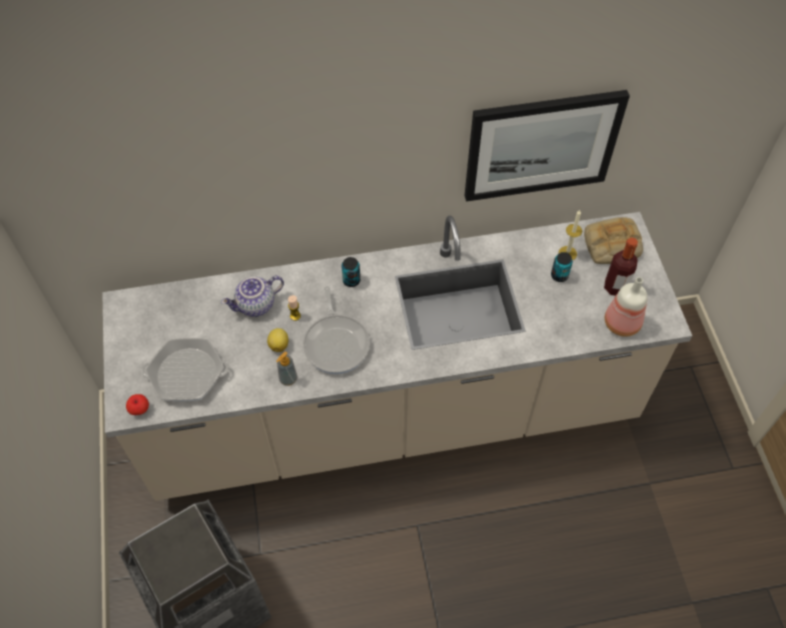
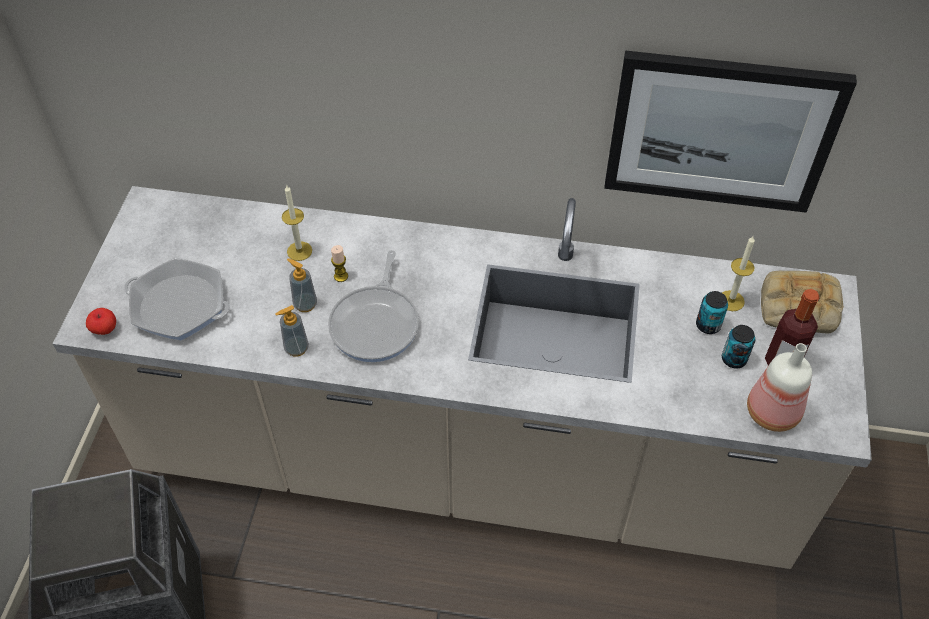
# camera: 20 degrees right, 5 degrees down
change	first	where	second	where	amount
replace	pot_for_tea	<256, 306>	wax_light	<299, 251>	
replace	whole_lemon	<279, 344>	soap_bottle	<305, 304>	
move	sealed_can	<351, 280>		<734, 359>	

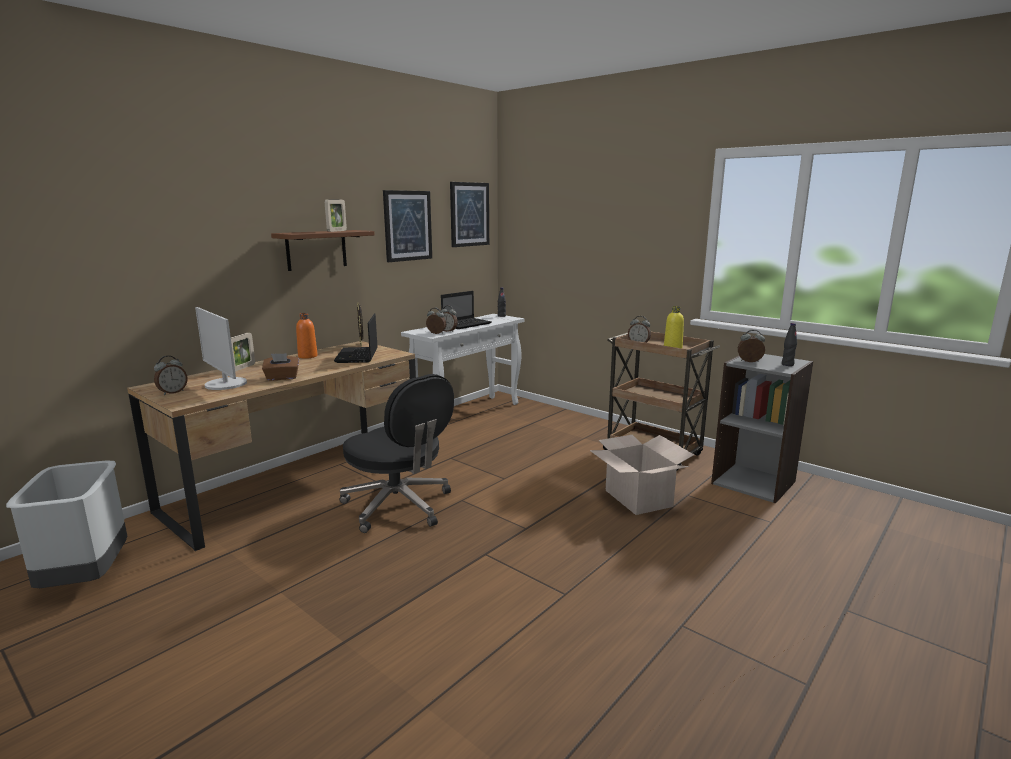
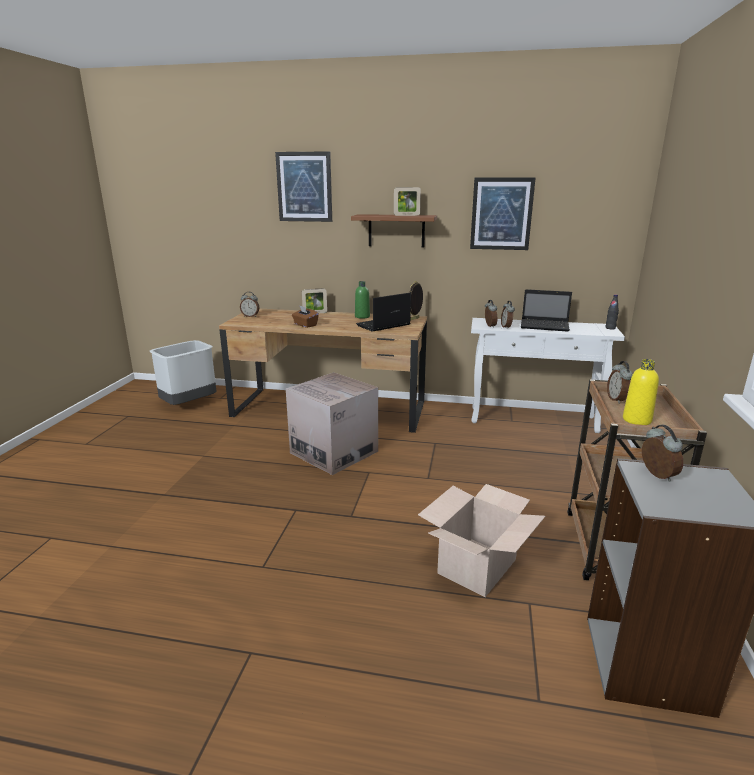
# camera: 60 degrees right, 5 degrees up
change	first	where	second	where	amount
move	picture	<469, 214>		<304, 187>	
replace	blackish_office_chair	<399, 506>	cardboard_box	<334, 452>	
recolor	orange_drink_bottle	<307, 356>	greenish_drink_bottle	<362, 316>	
delete	computer_screen	<225, 384>			
delete	blackish_drink_bottle	<787, 364>			

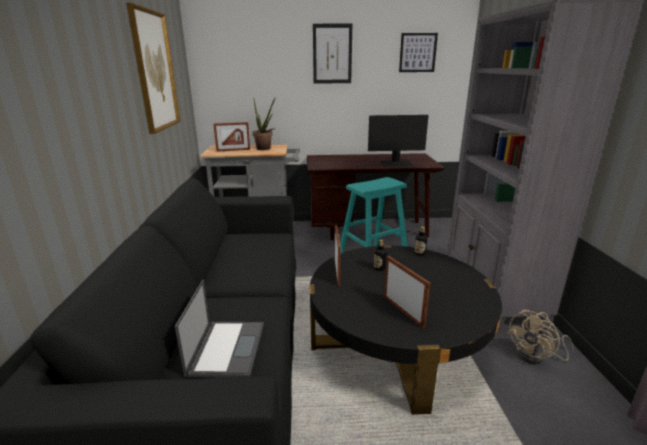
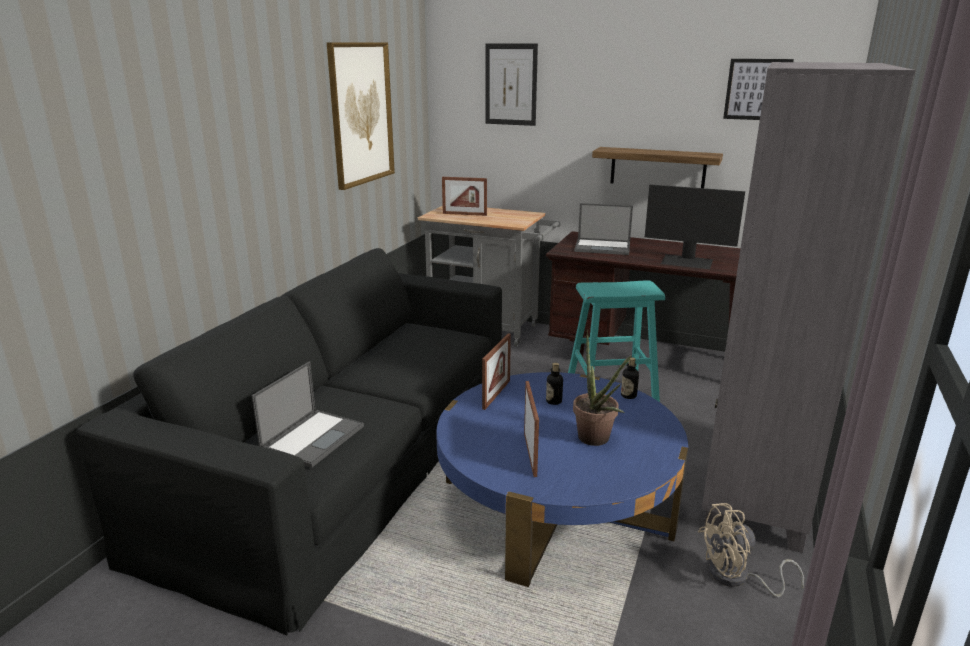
# camera: 25 degrees right, 0 degrees up
change	first	where	second	where	amount
recolor	blackish_lounge_table	<396, 342>	bluish_lounge_table	<556, 504>	
move	picture	<332, 54>		<511, 84>	
move	potted_plant	<265, 149>		<596, 441>	
insert			notebook_computer	<603, 247>	
insert			wall_shelf	<657, 168>	

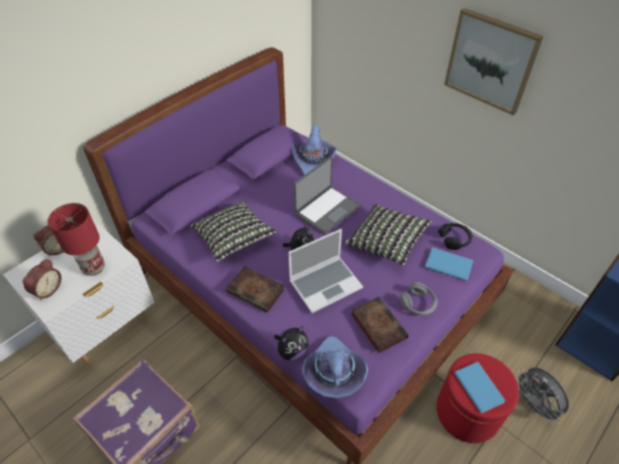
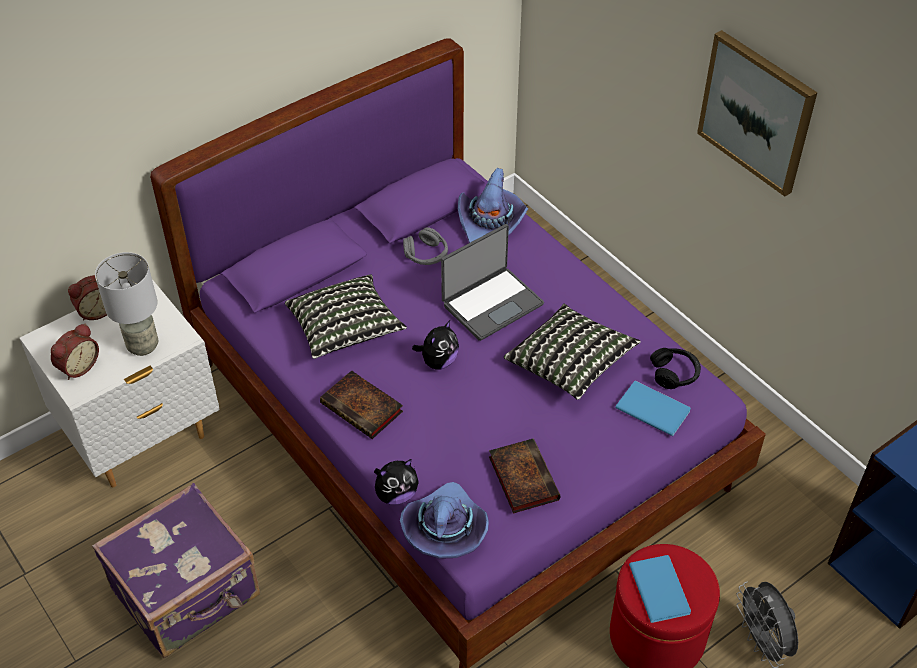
# camera: 10 degrees right, 0 degrees up
change	first	where	second	where	amount
recolor	red_tabletop_lamp	<94, 268>	greyish_tabletop_lamp	<143, 345>	
move	greyish_headphones	<418, 304>		<426, 255>	
delete	notebook_computer	<326, 284>			

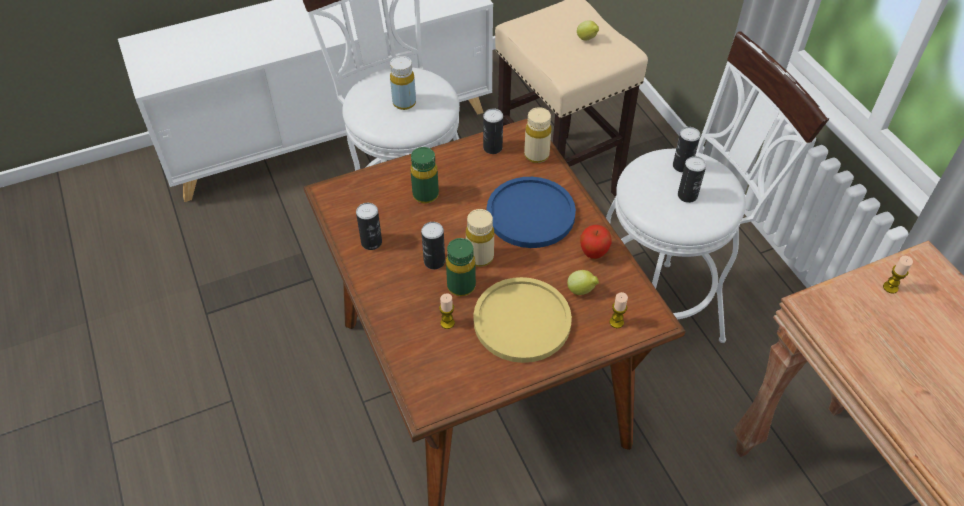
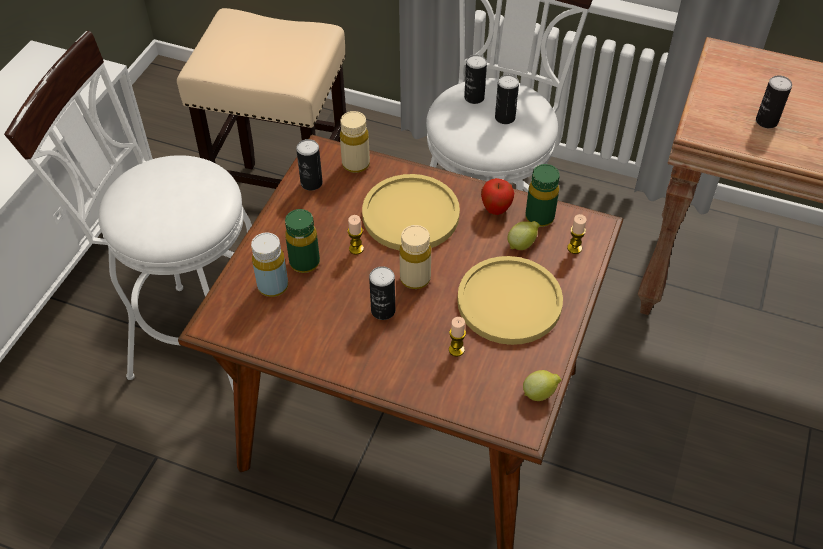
# camera: 45 degrees left, 0 degrees up
change	first	where	second	where	amount
move	yellow-coloured_drink_bottle	<404, 103>		<273, 286>	
move	wax_light	<890, 287>		<356, 249>	
recolor	bluish_flat_dish	<530, 214>	yellow-coloured_flat_dish	<410, 214>	
move	whole_lemon	<587, 39>		<540, 394>	
move	greenish_drink_bottle	<461, 286>		<539, 217>	
move	sealed_can	<371, 242>		<766, 121>	

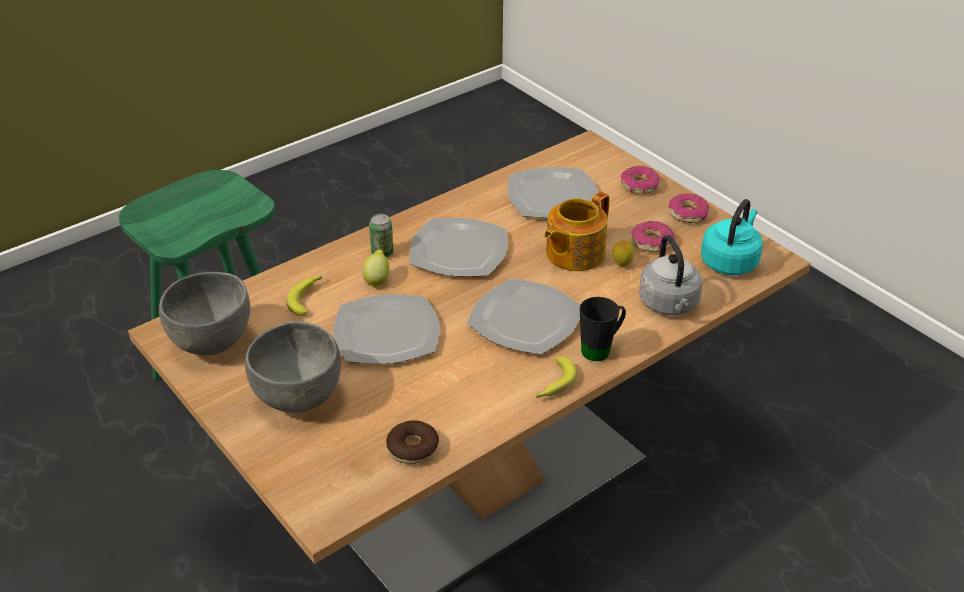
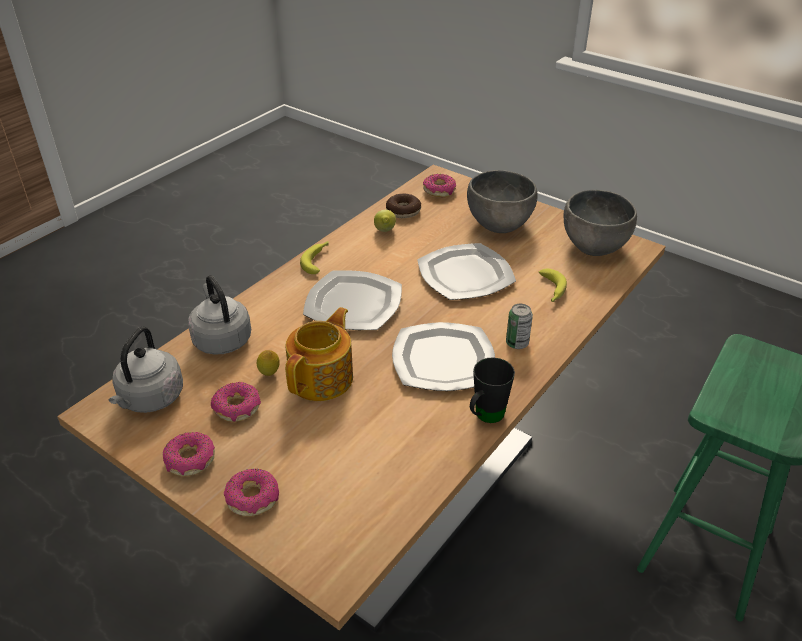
# camera: 165 degrees right, 0 degrees up
change	first	where	second	where	amount
recolor	turquoise-coloured_water_kettle	<730, 261>	greyish_water_kettle	<150, 399>	
move	whole_lemon	<377, 280>		<385, 231>	
insert			ring_doughnut	<439, 190>	
move	blackish_tea_mug	<601, 349>		<485, 417>	
delete	flat_dish	<551, 196>			

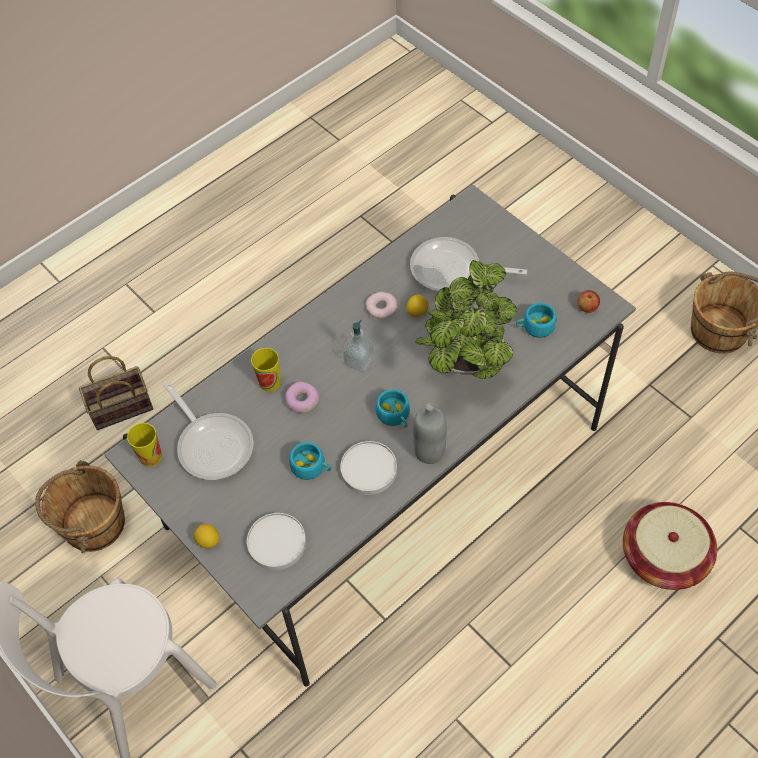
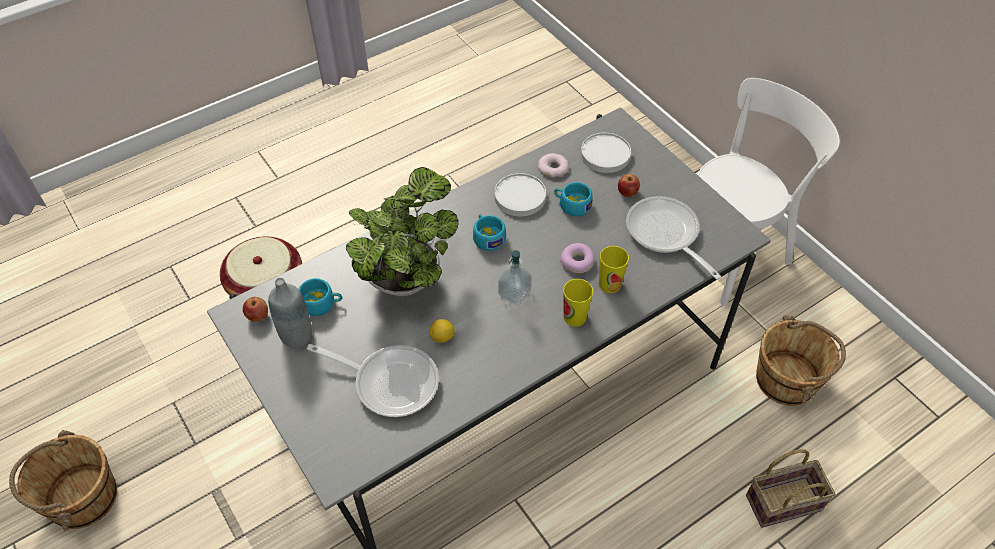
# camera: 175 degrees left, 5 degrees down
change	first	where	second	where	amount
move	greyish_drink_bottle	<429, 452>		<296, 336>	
move	ring_doughnut	<381, 307>		<553, 168>	
move	cup	<150, 456>		<575, 317>	
insert			whole_apple	<627, 193>	
delete	whole_lemon	<208, 541>			

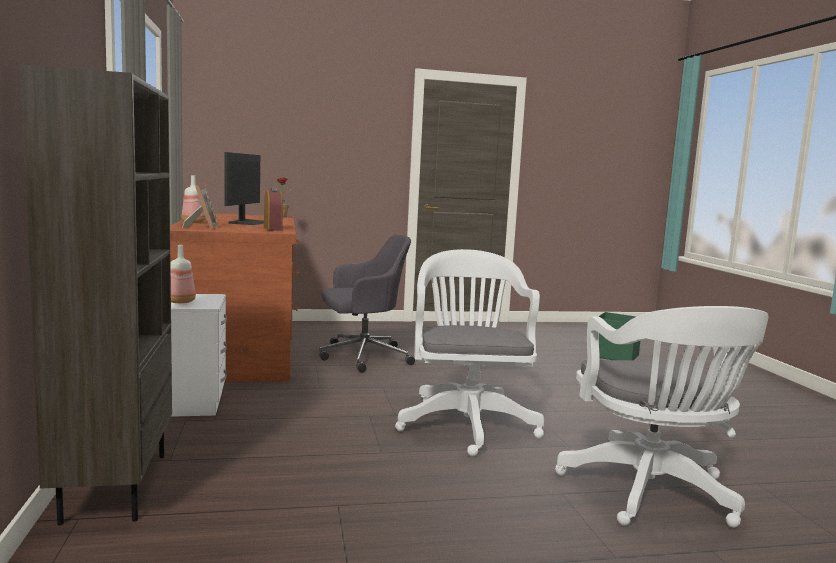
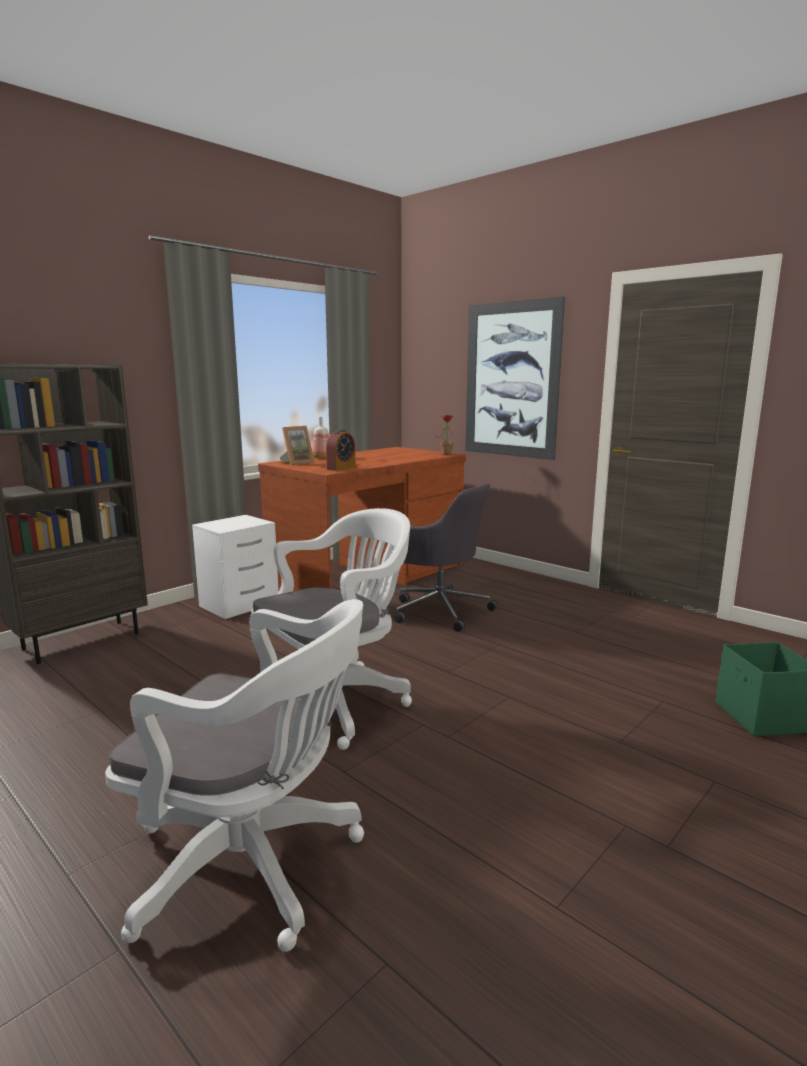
# camera: 55 degrees right, 5 degrees up
change	first	where	second	where	amount
rotate	white_office_chair	<652, 494>		<255, 864>	120 degrees counterclockwise
insert			picture	<511, 380>	
delete	drink_bottle	<181, 302>			
delete	computer_screen	<248, 222>			

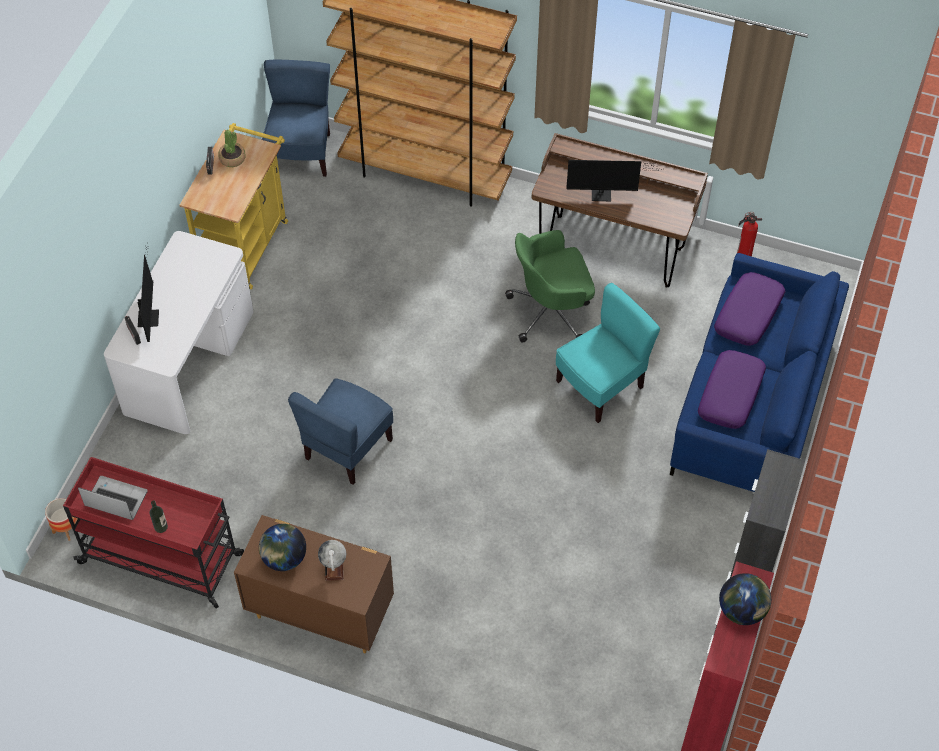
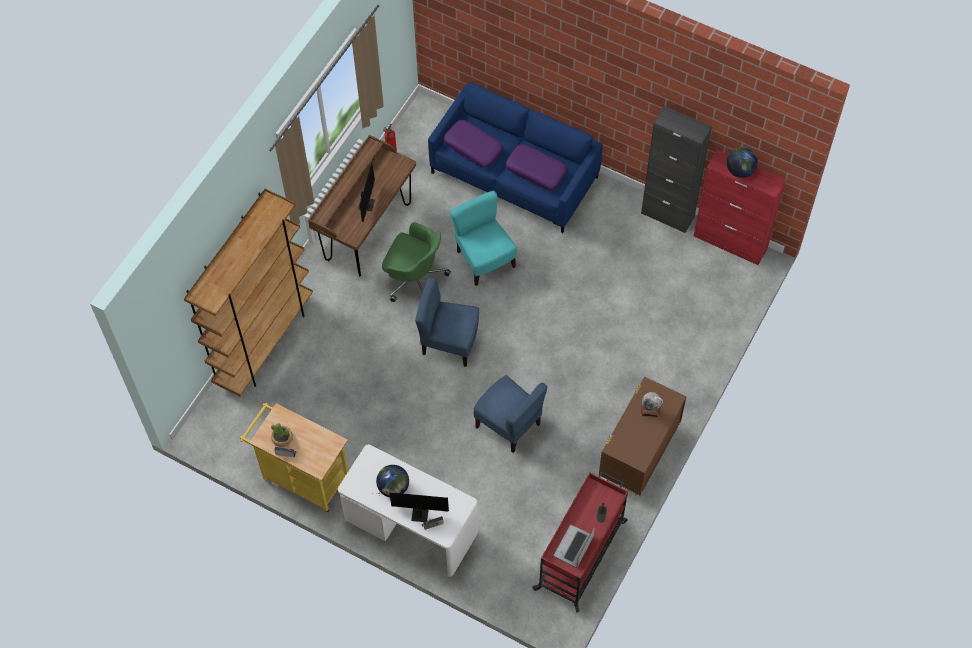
# camera: 80 degrees left, 5 degrees up
change	first	where	second	where	amount
move	world_globe	<284, 558>		<393, 487>	
rotate	greenish_office_chair	<551, 311>		<414, 279>	60 degrees counterclockwise
move	bluish_upright_chair	<301, 153>		<449, 342>	
delete	flower_pot	<66, 528>			

